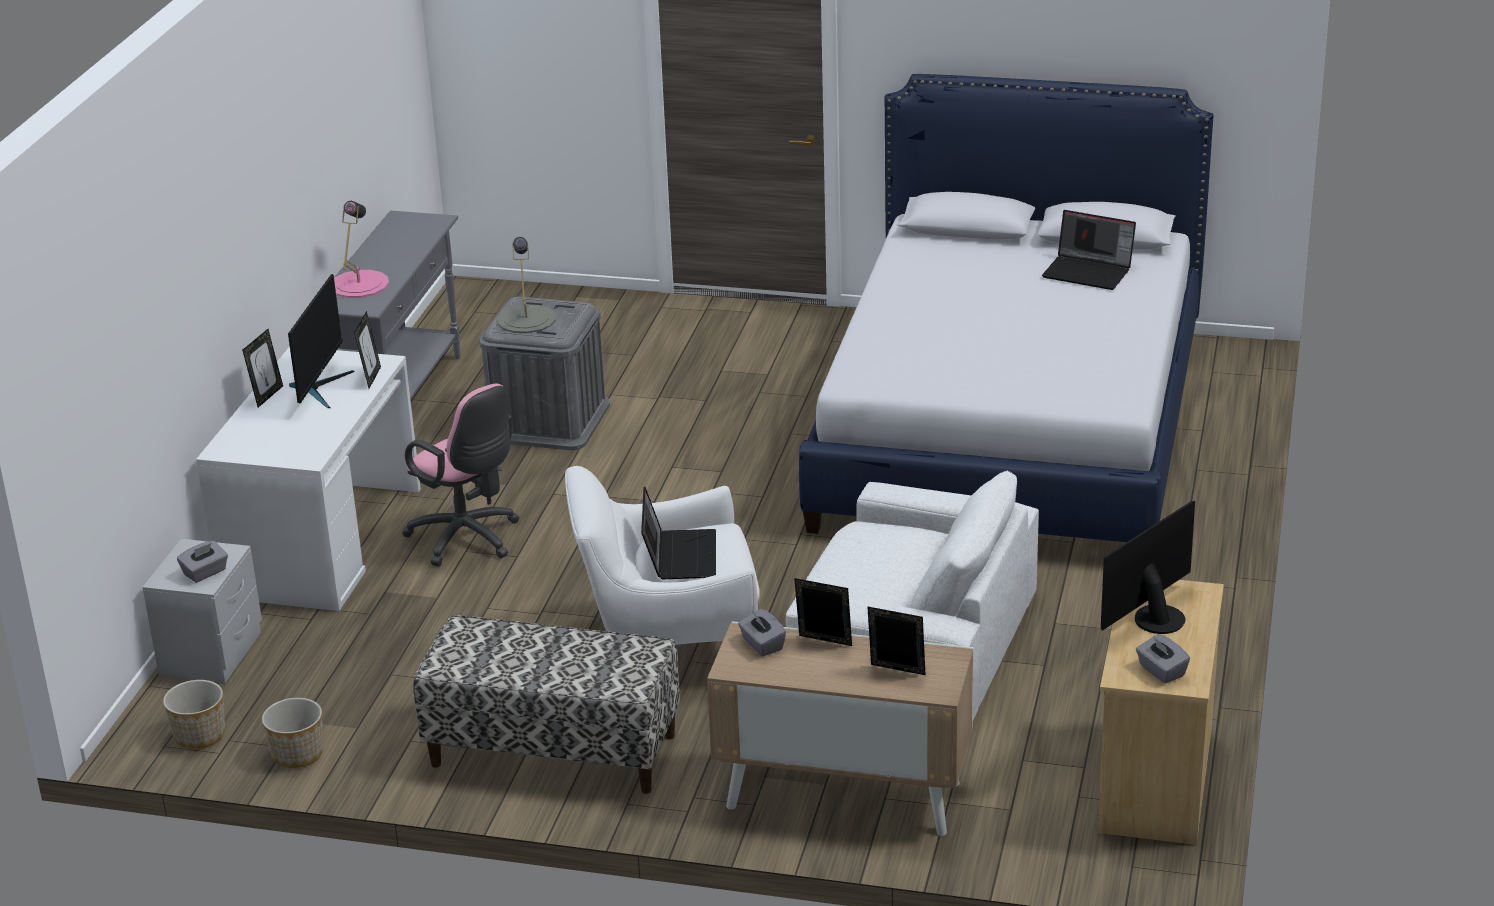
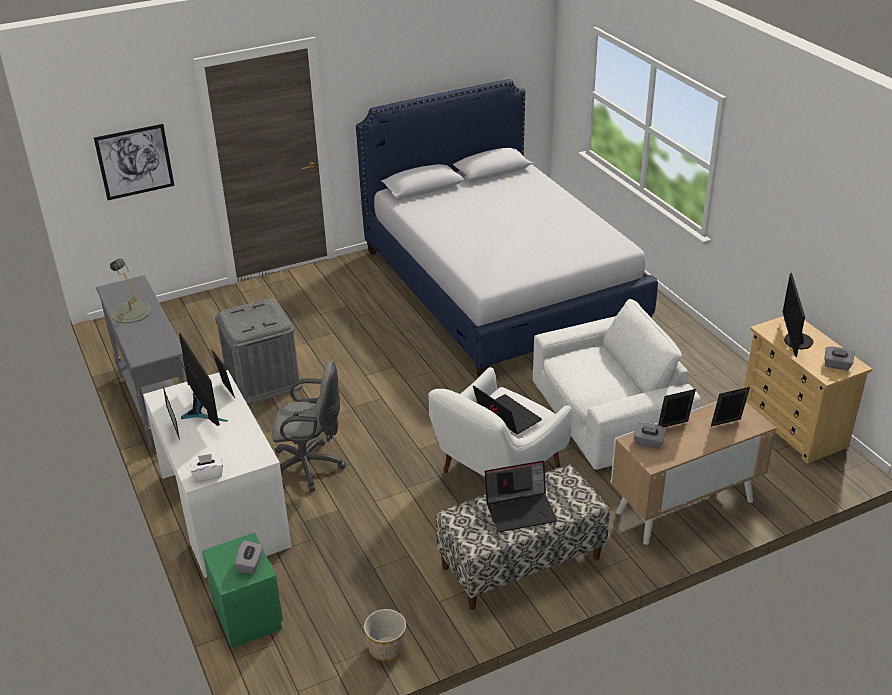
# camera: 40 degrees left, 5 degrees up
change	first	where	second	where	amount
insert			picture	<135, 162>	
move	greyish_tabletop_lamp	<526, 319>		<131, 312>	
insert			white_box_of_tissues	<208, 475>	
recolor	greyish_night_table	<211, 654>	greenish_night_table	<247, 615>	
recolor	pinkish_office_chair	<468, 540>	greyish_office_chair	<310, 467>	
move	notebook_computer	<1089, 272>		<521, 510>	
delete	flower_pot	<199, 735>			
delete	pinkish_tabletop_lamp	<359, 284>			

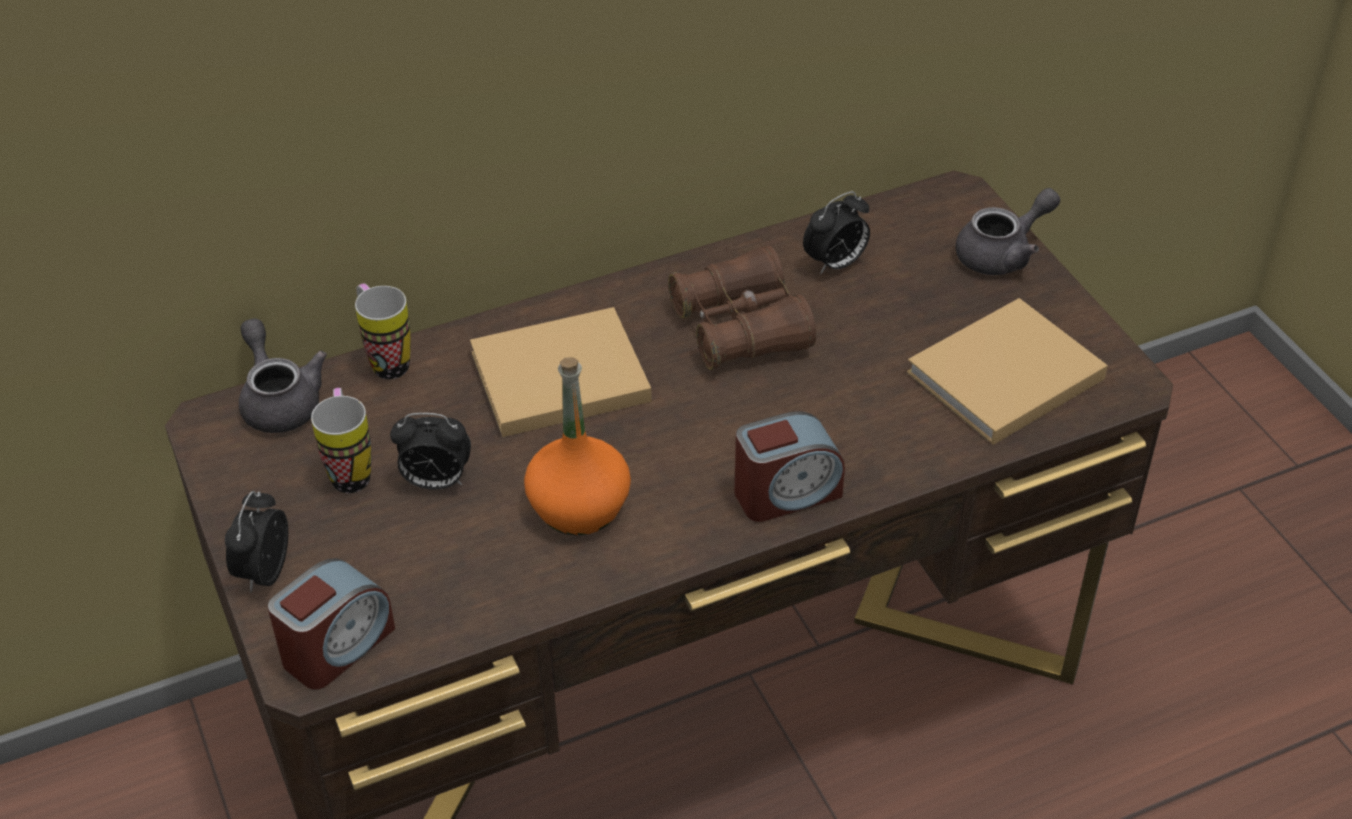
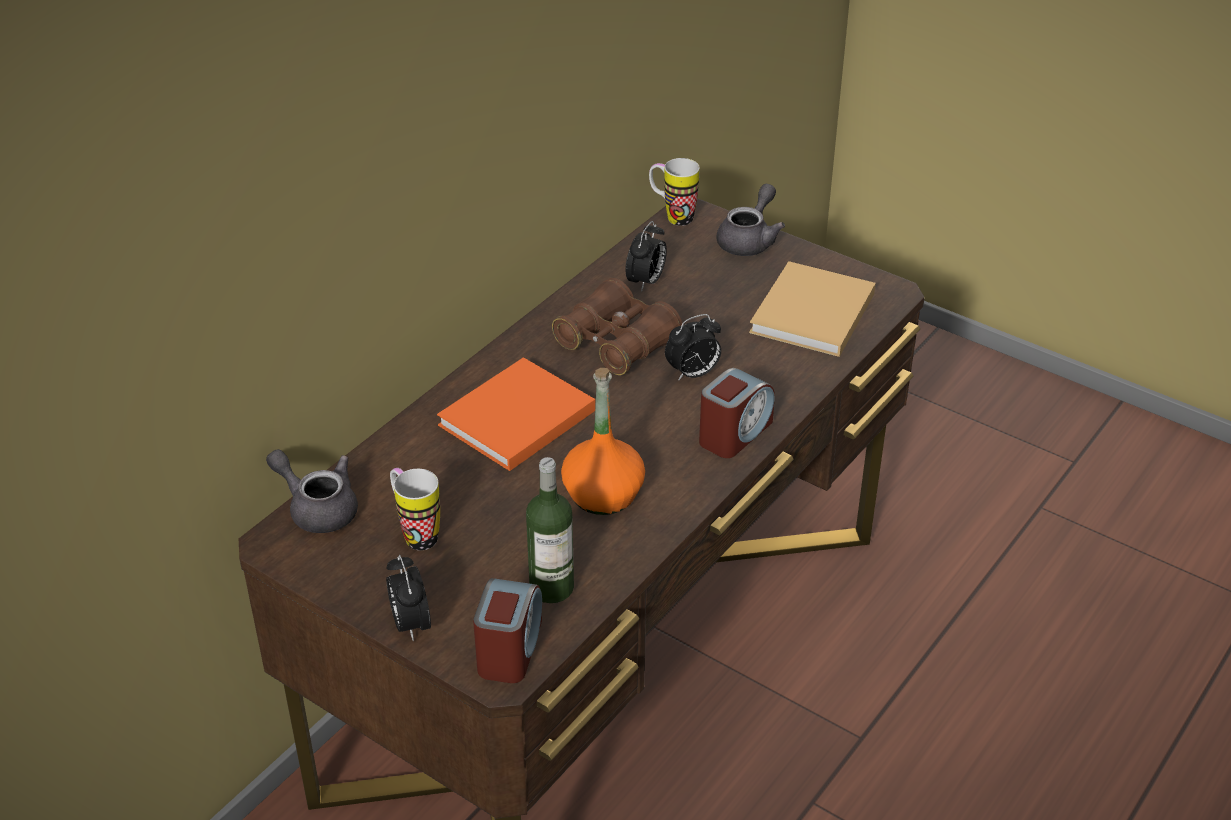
# camera: 30 degrees left, 5 degrees down
change	first	where	second	where	amount
recolor	beige_volume	<554, 378>	orange_volume	<513, 420>	
insert			drink_bottle	<551, 588>	
move	tea_mug	<385, 360>		<672, 216>	
move	bedside_clock	<435, 482>		<693, 374>	

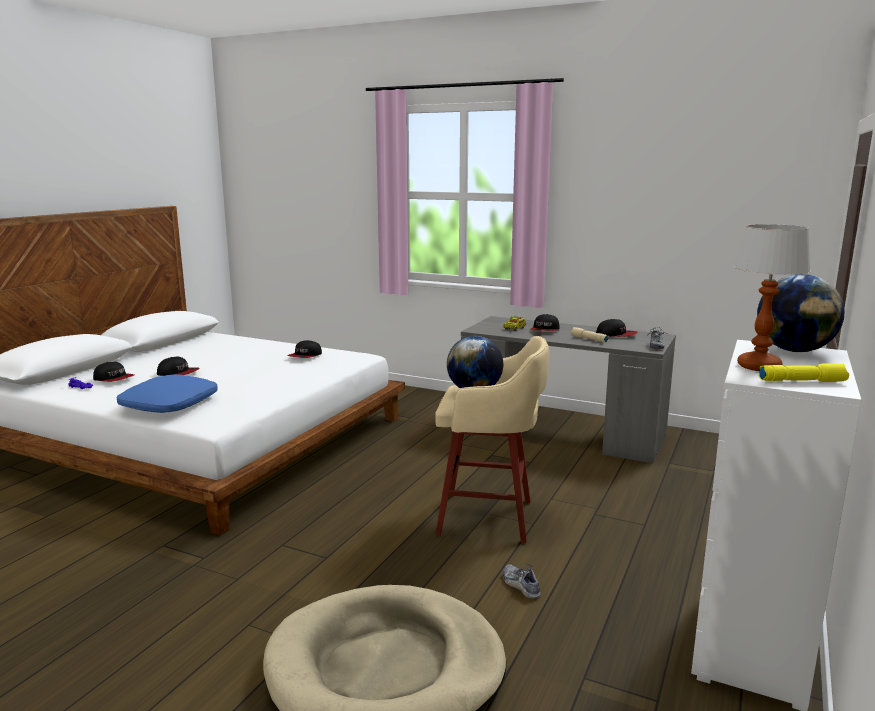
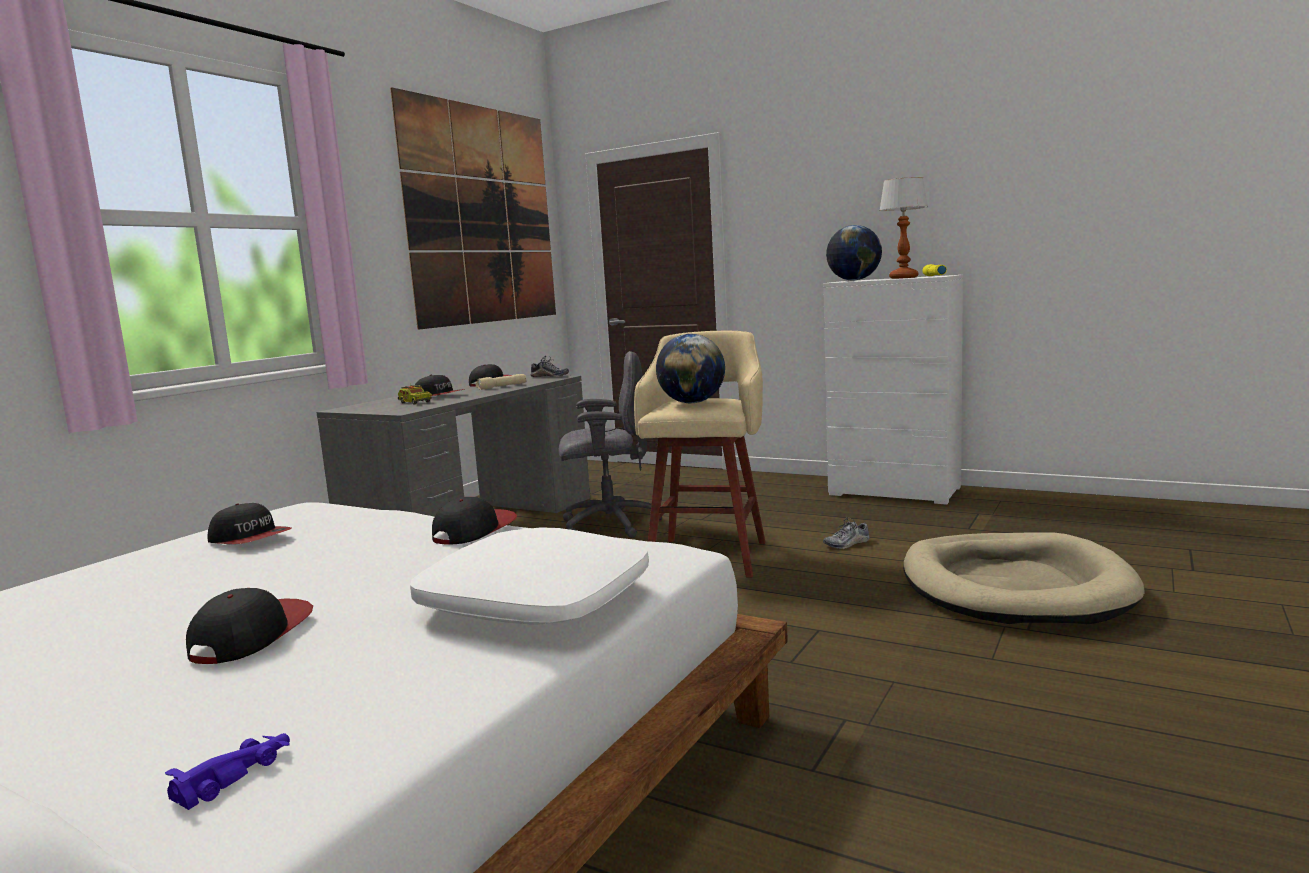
# camera: 85 degrees left, 5 degrees down
change	first	where	second	where	amount
insert			picture	<483, 215>	
recolor	bluish_throw_pillow	<169, 404>	white_throw_pillow	<534, 603>	
move	cap	<114, 379>		<474, 530>	
insert			greyish_office_chair	<608, 525>	

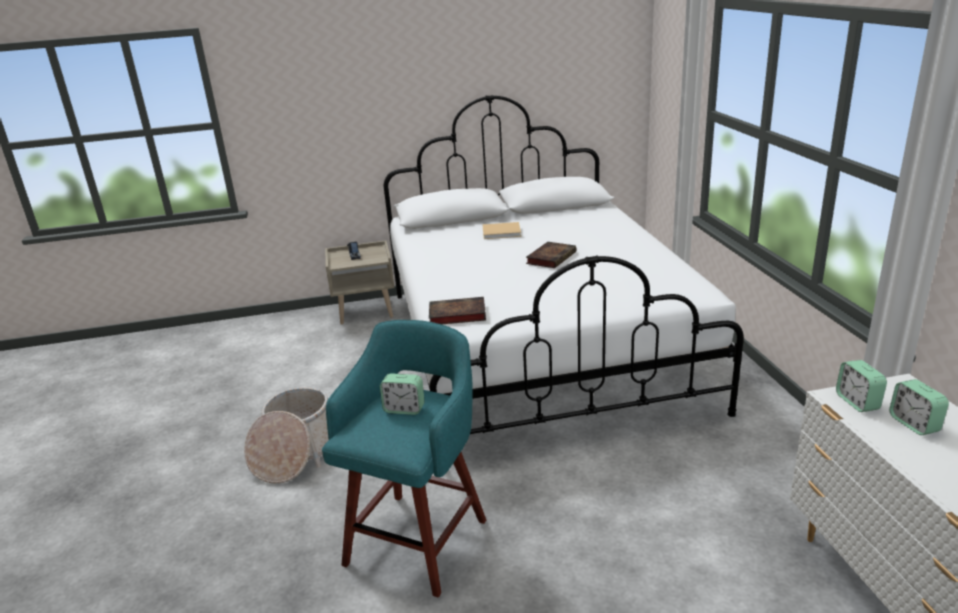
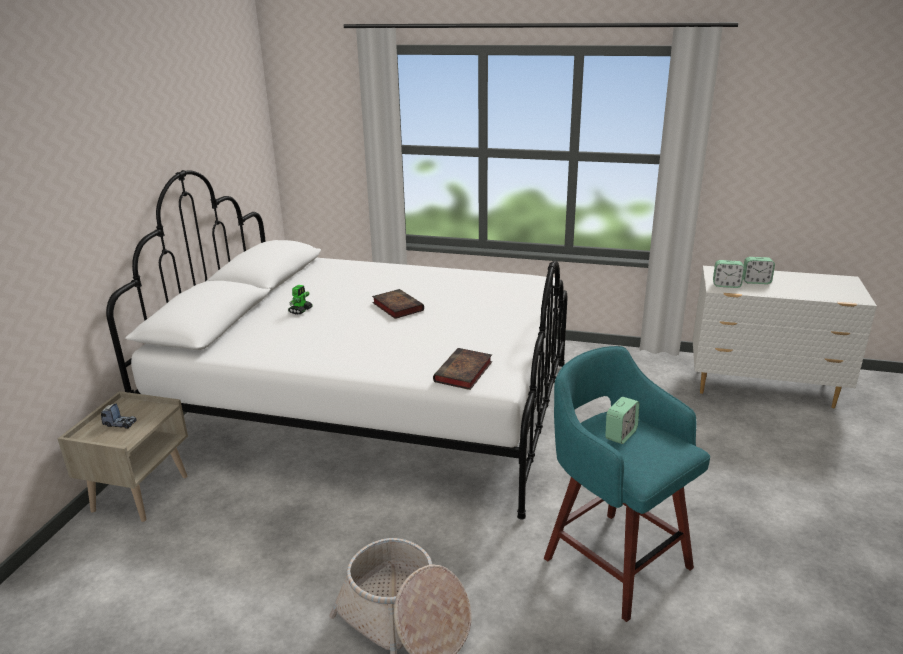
# camera: 65 degrees left, 0 degrees up
change	first	where	second	where	amount
replace	beige_volume	<503, 232>	robot_figure	<301, 310>	

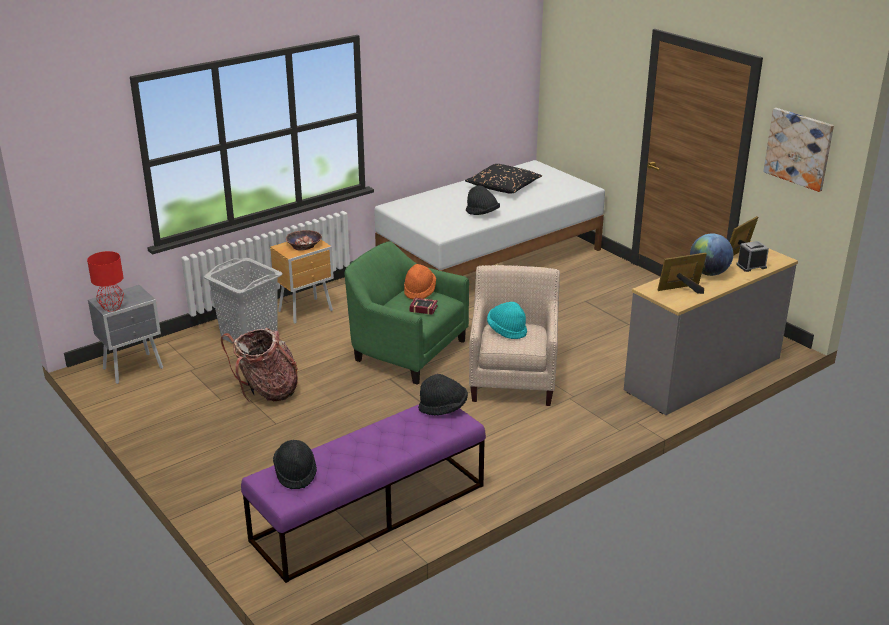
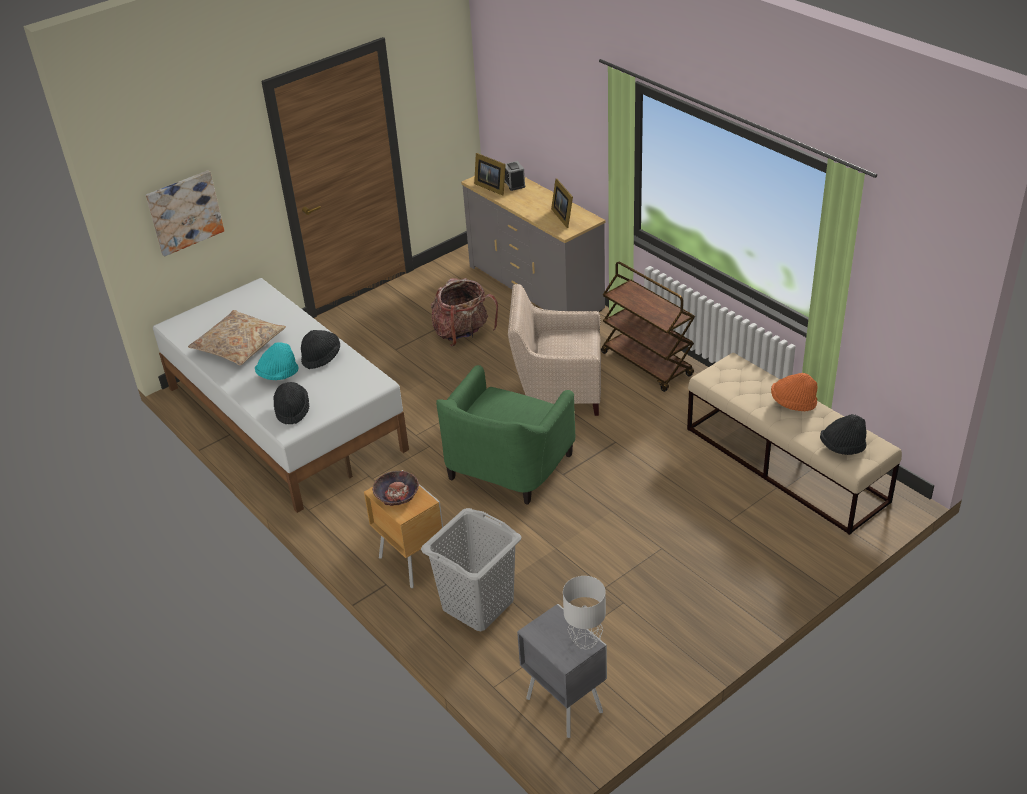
# camera: 90 degrees left, 10 degrees up
change	first	where	second	where	amount
move	picture	<799, 148>		<184, 212>	
recolor	blackish_throw_pillow	<503, 186>	beige_throw_pillow	<239, 345>	
move	turquoise-coloured_hat	<507, 330>		<278, 375>	
move	blackish_hat	<443, 408>		<292, 410>	
move	rucksack	<266, 392>		<463, 334>	
recolor	red_tabletop_lamp	<112, 308>	greyish_tabletop_lamp	<586, 640>	
insert			brownish_wheeled_cart	<647, 364>	
recolor	purple_long_seat	<369, 513>	beige_long_seat	<785, 464>	
move	orange_hat	<419, 291>		<793, 403>	
delete	volume	<422, 308>			
delete	world_globe	<709, 273>			

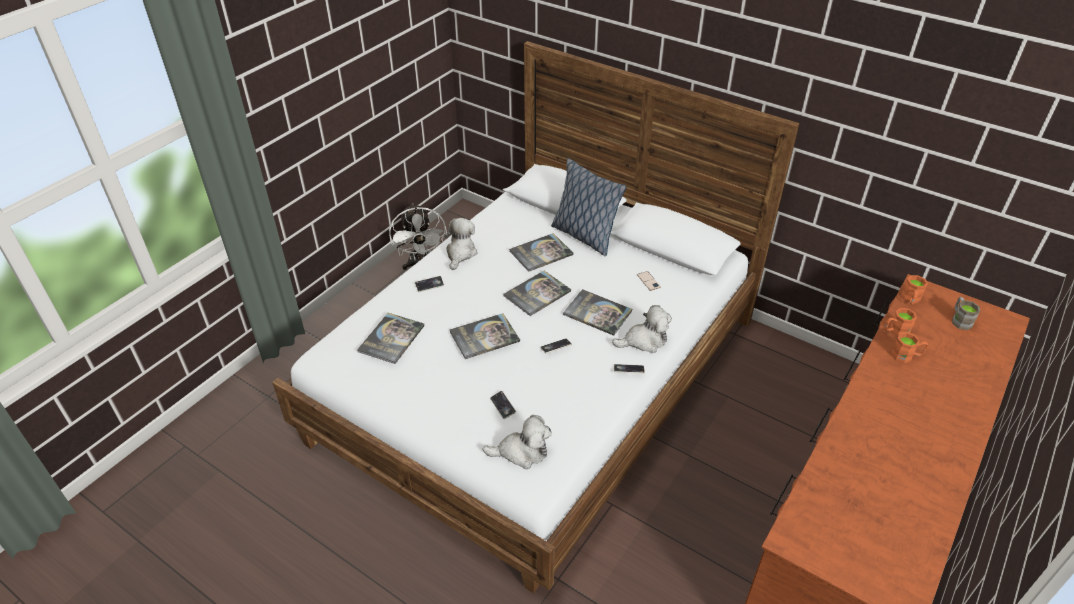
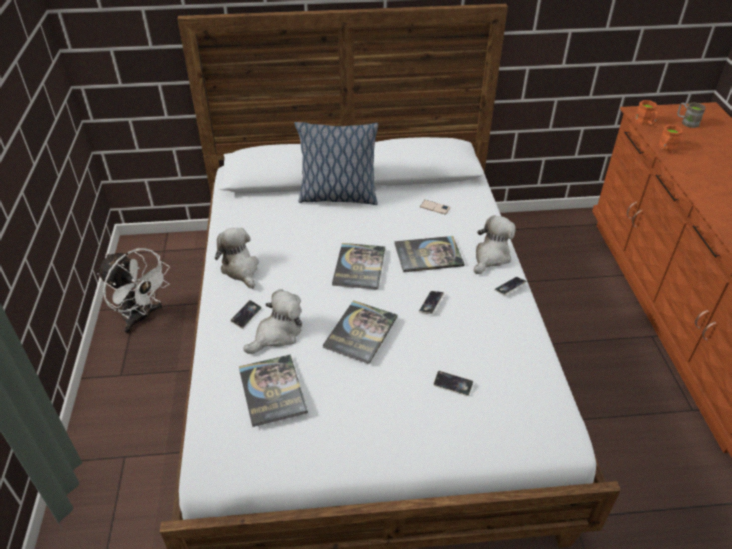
# camera: 40 degrees left, 0 degrees up
change	first	where	second	where	amount
move	plush_toy	<521, 452>		<277, 334>	
delete	volume	<541, 253>			
delete	orange_tea_mug	<906, 356>			

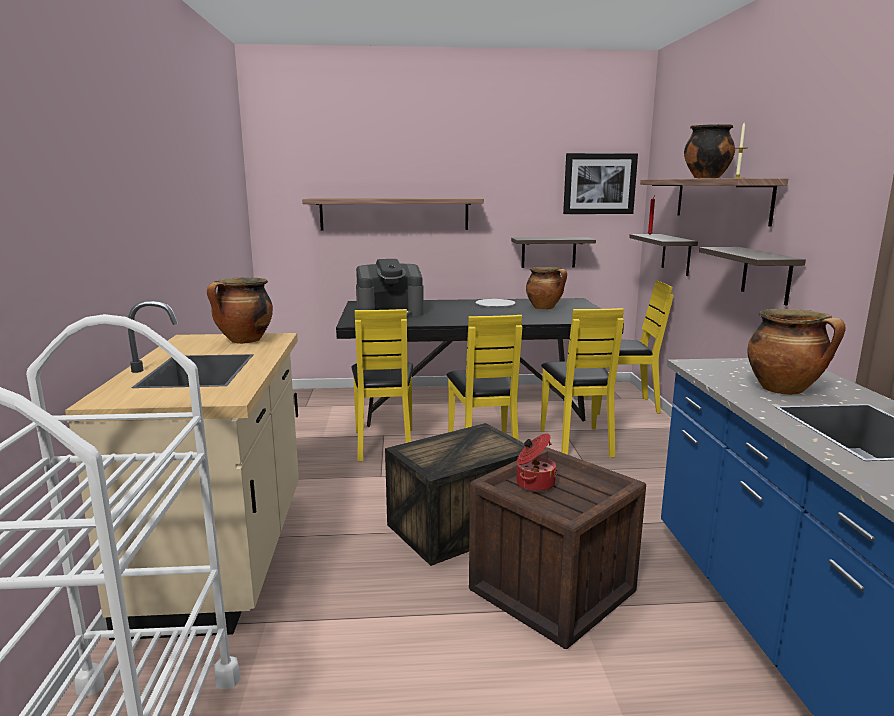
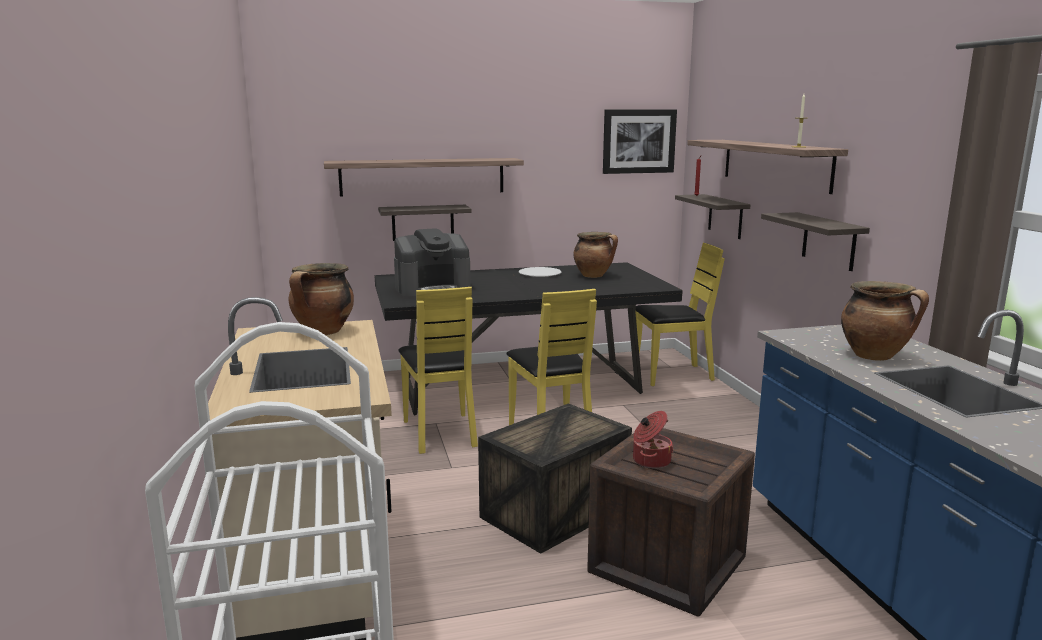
# camera: 10 degrees left, 0 degrees up
change	first	where	second	where	amount
move	wall_shelf	<548, 252>		<423, 222>	
delete	yellow-coloured_upright_chair	<577, 442>			
delete	saucepot	<705, 178>			

